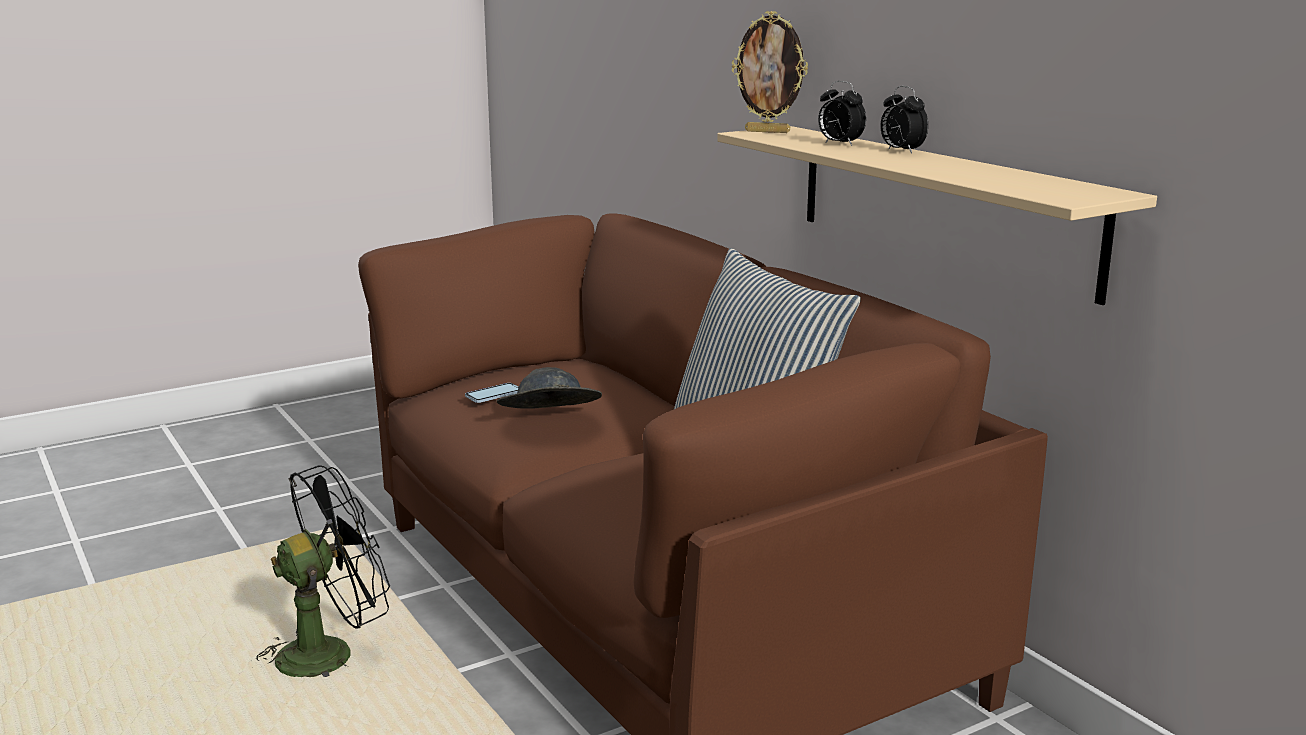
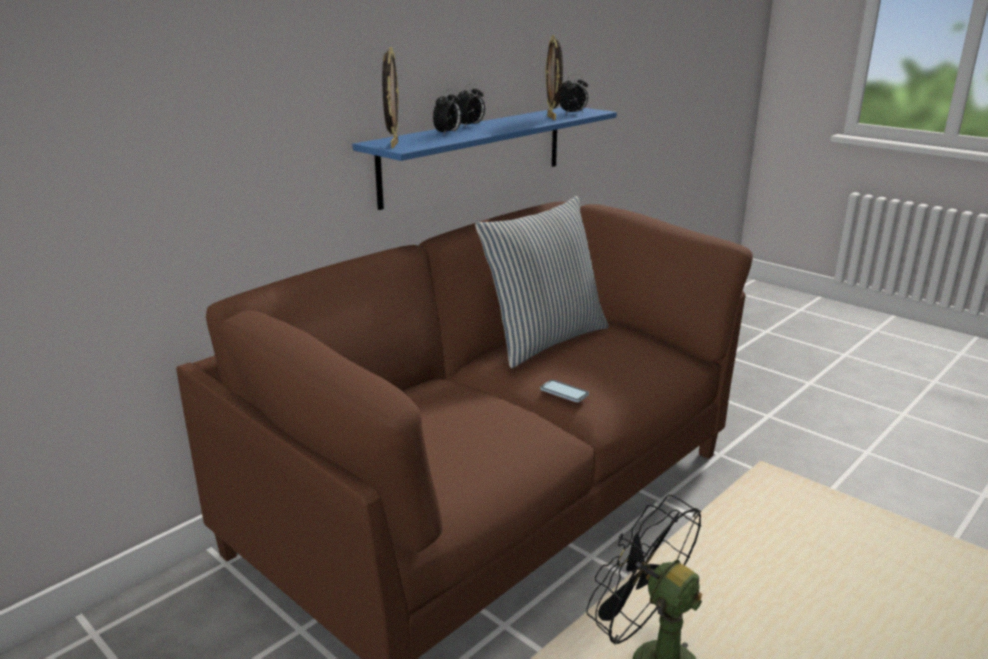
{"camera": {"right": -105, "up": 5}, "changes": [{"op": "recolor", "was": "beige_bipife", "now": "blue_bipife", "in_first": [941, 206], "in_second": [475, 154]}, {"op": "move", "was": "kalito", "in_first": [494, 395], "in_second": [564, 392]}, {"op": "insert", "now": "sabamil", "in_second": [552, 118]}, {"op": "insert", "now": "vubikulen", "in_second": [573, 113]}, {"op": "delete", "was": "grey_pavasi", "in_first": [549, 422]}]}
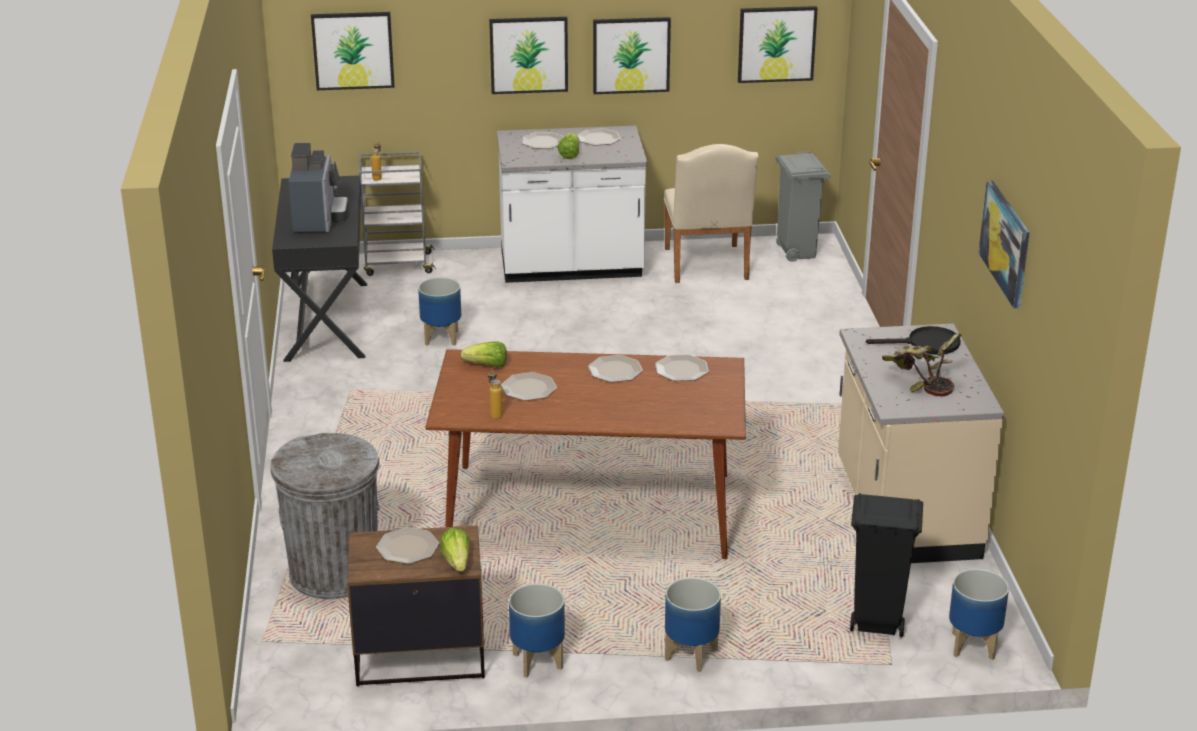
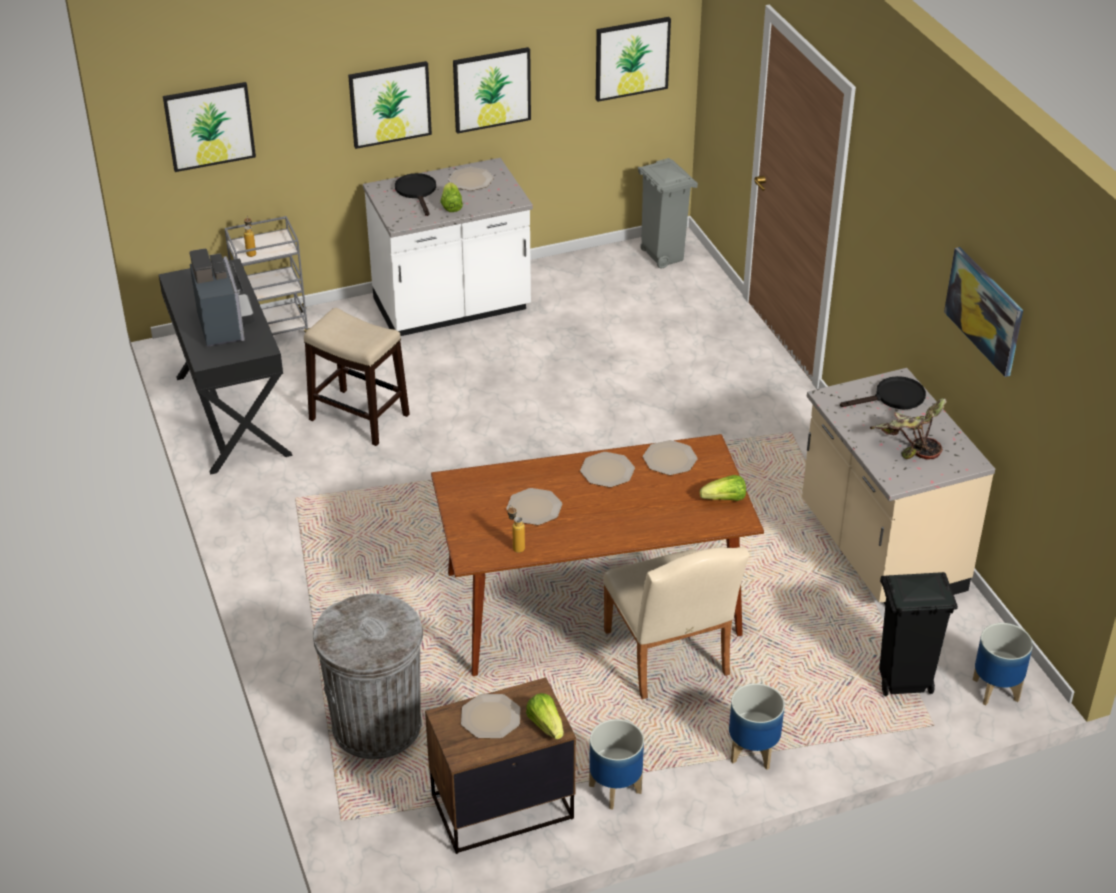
{"camera": {"right": -15, "up": 10}, "changes": [{"op": "replace", "was": "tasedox", "now": "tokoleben", "in_first": [442, 338], "in_second": [360, 417]}, {"op": "replace", "was": "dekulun", "now": "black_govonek", "in_first": [543, 141], "in_second": [417, 192]}, {"op": "move", "was": "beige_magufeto", "in_first": [707, 267], "in_second": [669, 659]}, {"op": "move", "was": "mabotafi", "in_first": [487, 366], "in_second": [725, 499]}]}
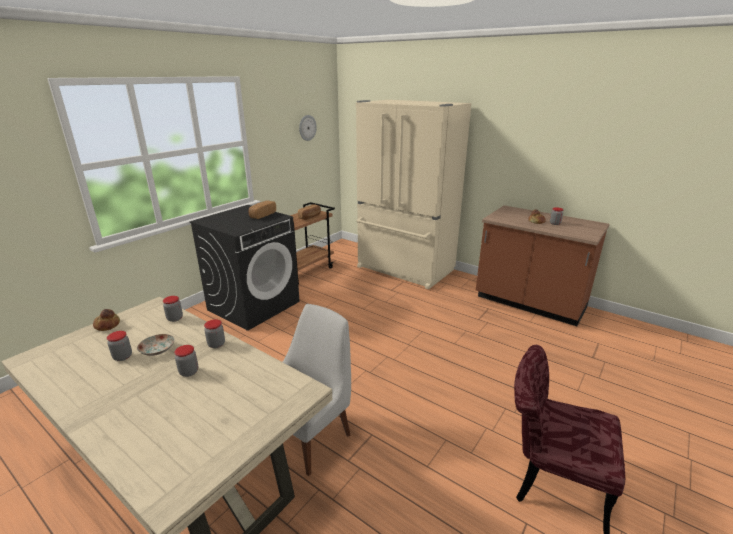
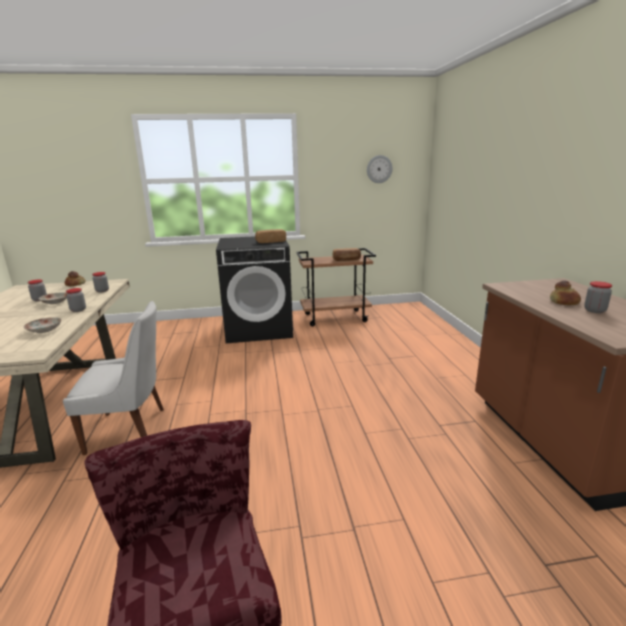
{"camera": {"right": 45, "up": -5}, "changes": [{"op": "insert", "now": "dekulun", "in_second": [45, 330]}, {"op": "delete", "was": "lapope", "in_first": [189, 372]}, {"op": "delete", "was": "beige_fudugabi", "in_first": [404, 269]}]}
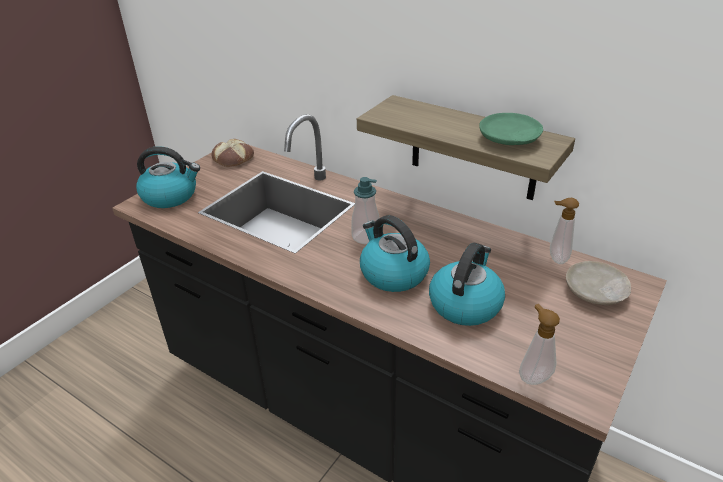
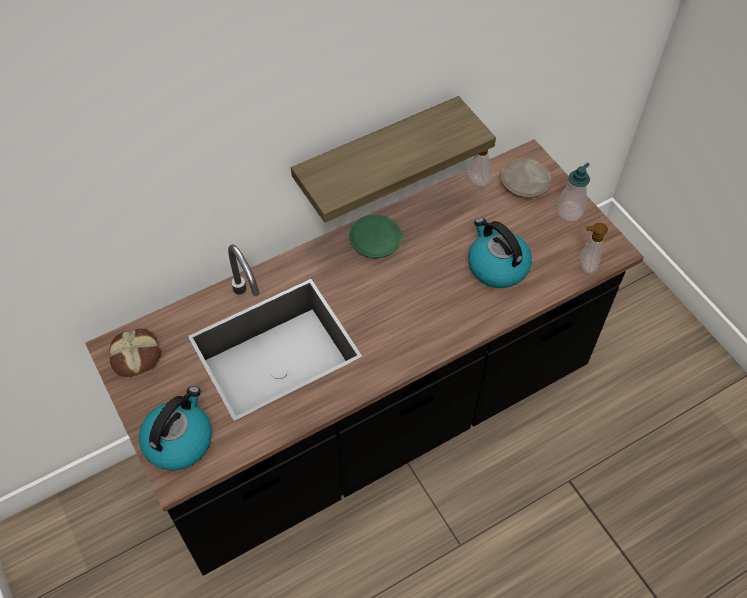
{"camera": {"right": -65, "up": 20}, "changes": [{"op": "move", "was": "green_dekulun", "in_first": [509, 139], "in_second": [376, 242]}, {"op": "move", "was": "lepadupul", "in_first": [366, 236], "in_second": [569, 211]}, {"op": "delete", "was": "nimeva", "in_first": [393, 273]}]}
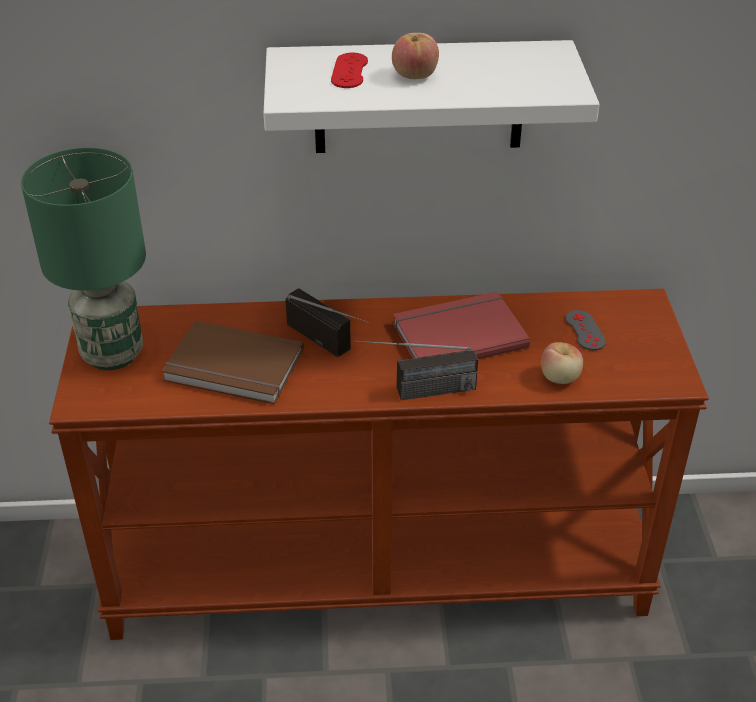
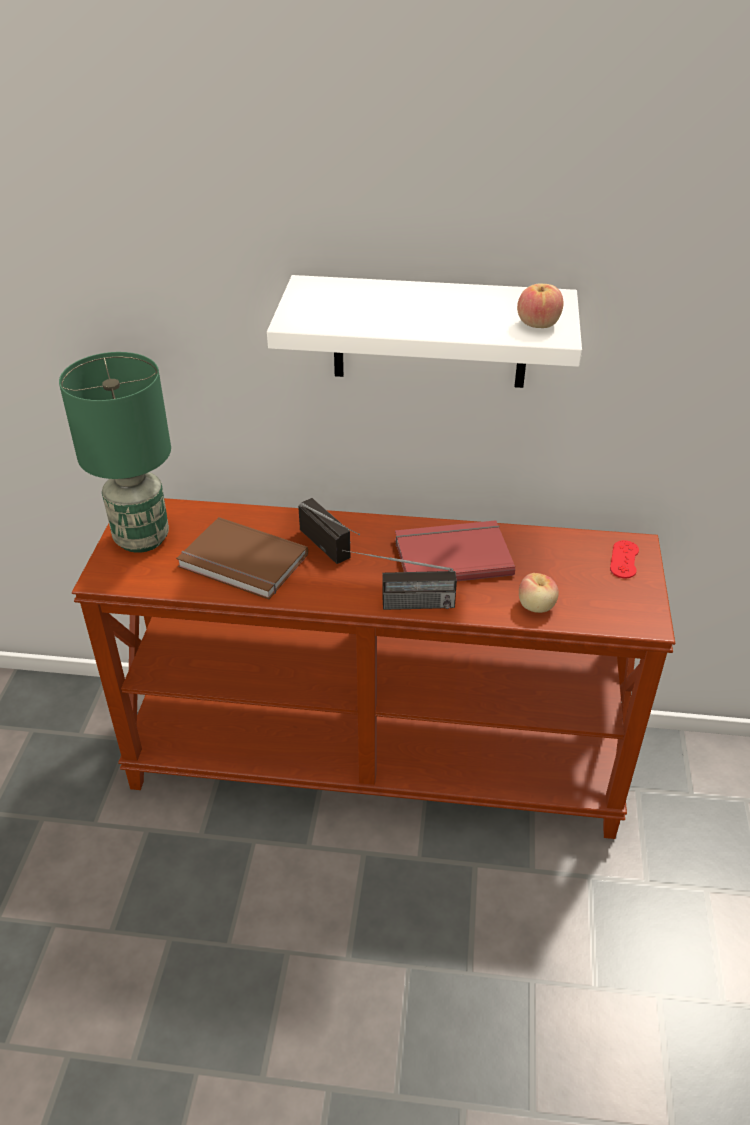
{"camera": {"right": 10, "up": 0}, "changes": [{"op": "move", "was": "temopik", "in_first": [414, 75], "in_second": [537, 324]}, {"op": "move", "was": "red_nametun", "in_first": [349, 71], "in_second": [624, 559]}, {"op": "delete", "was": "grey_nametun", "in_first": [585, 330]}]}
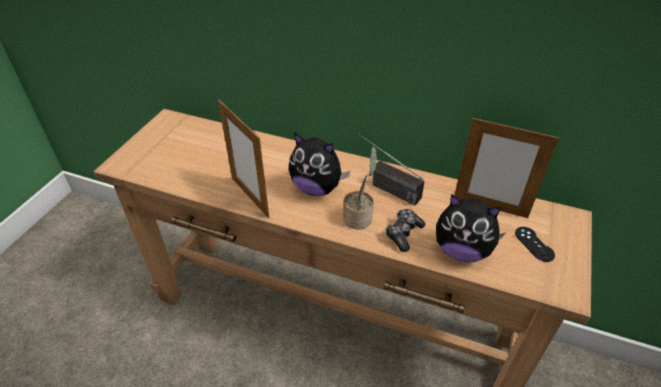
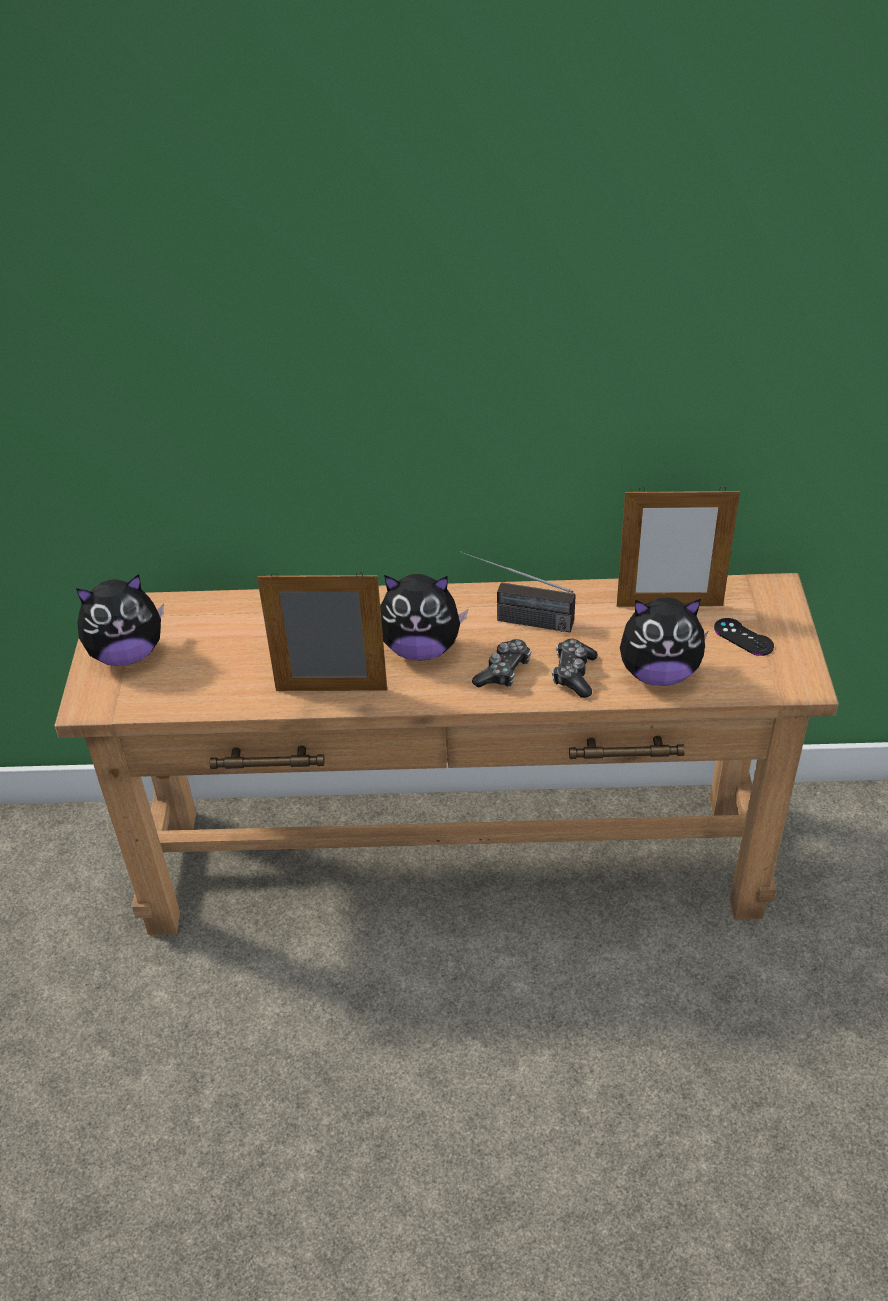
{"camera": {"right": -20, "up": 0}, "changes": [{"op": "insert", "now": "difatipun", "in_second": [127, 654]}, {"op": "rotate", "was": "sabamil", "in_first": [250, 197], "in_second": [331, 690], "clockwise": 150}, {"op": "replace", "was": "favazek", "now": "nametun", "in_first": [359, 217], "in_second": [503, 671]}]}
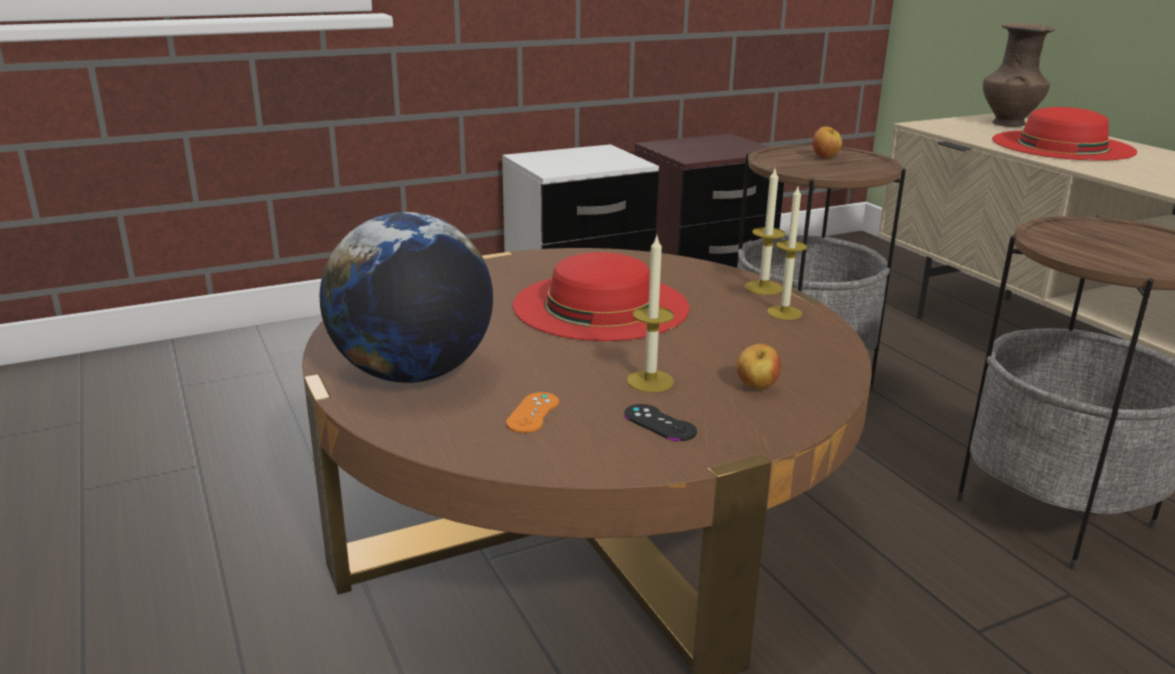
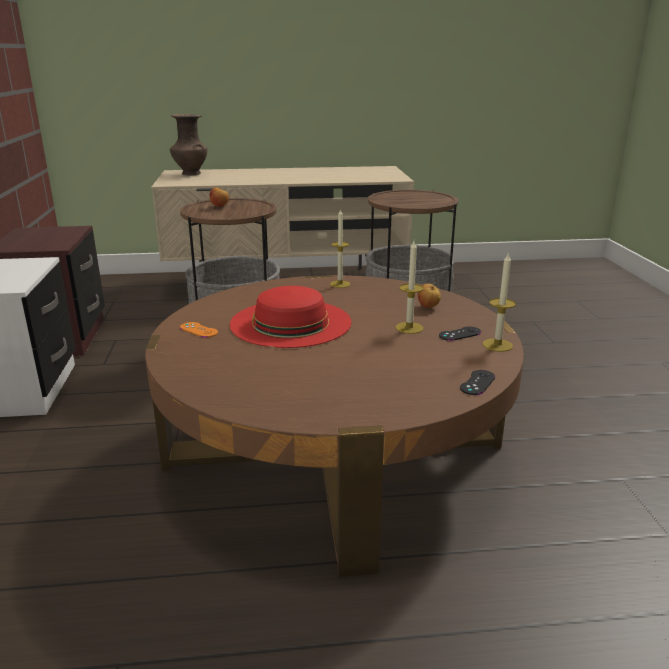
{"camera": {"right": -70, "up": 0}, "changes": [{"op": "move", "was": "orange_nametun", "in_first": [533, 413], "in_second": [199, 330]}, {"op": "insert", "now": "black_nametun", "in_second": [477, 382]}, {"op": "move", "was": "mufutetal", "in_first": [763, 287], "in_second": [497, 345]}, {"op": "delete", "was": "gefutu", "in_first": [412, 374]}, {"op": "delete", "was": "red_pavasi", "in_first": [1062, 145]}]}
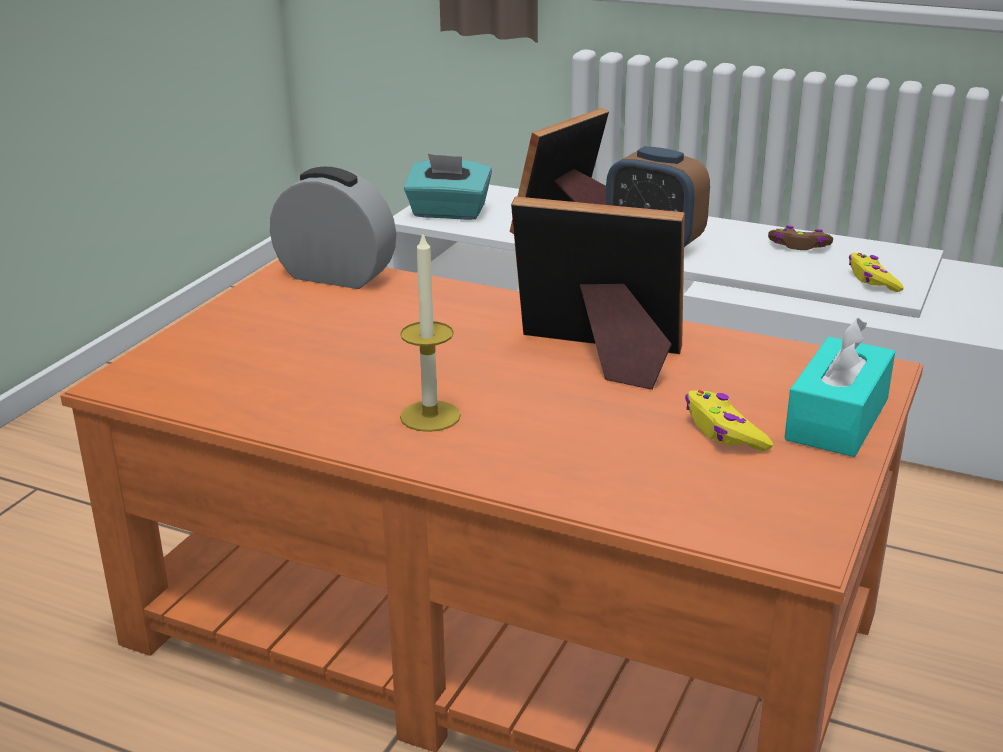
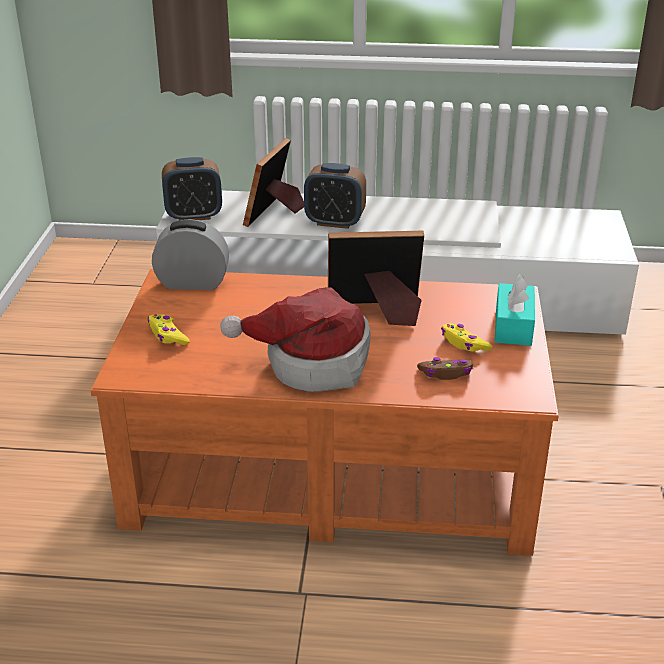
{"camera": {"right": -20, "up": 5}, "changes": [{"op": "move", "was": "yellow_nametun", "in_first": [872, 280], "in_second": [167, 335]}, {"op": "replace", "was": "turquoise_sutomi", "now": "vubikulen", "in_first": [448, 213], "in_second": [194, 216]}, {"op": "replace", "was": "mufutetal", "now": "pavasi", "in_first": [430, 416], "in_second": [312, 363]}, {"op": "move", "was": "brown_nametun", "in_first": [799, 246], "in_second": [446, 373]}]}
